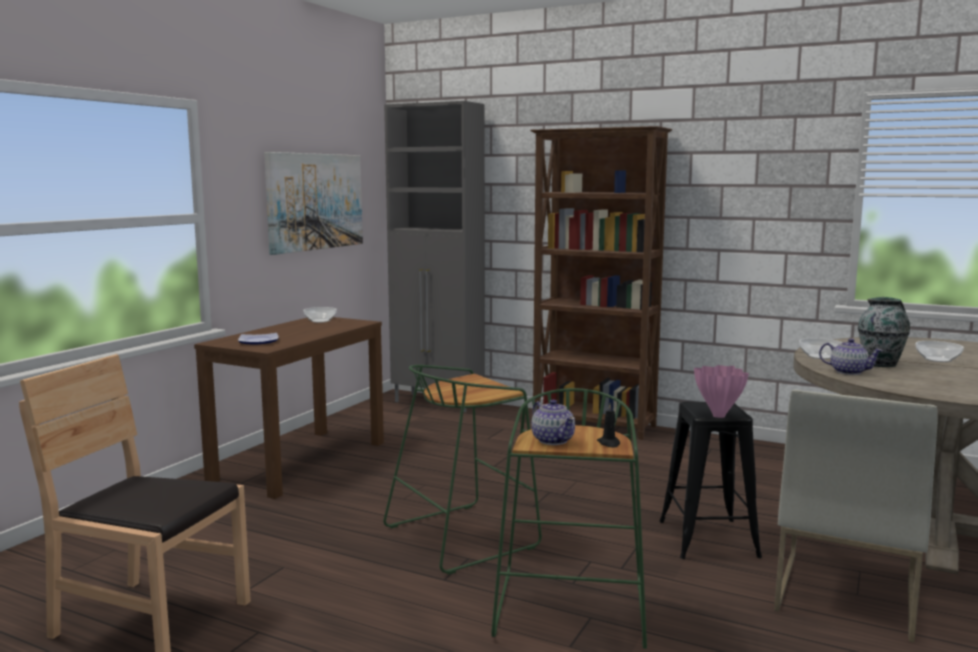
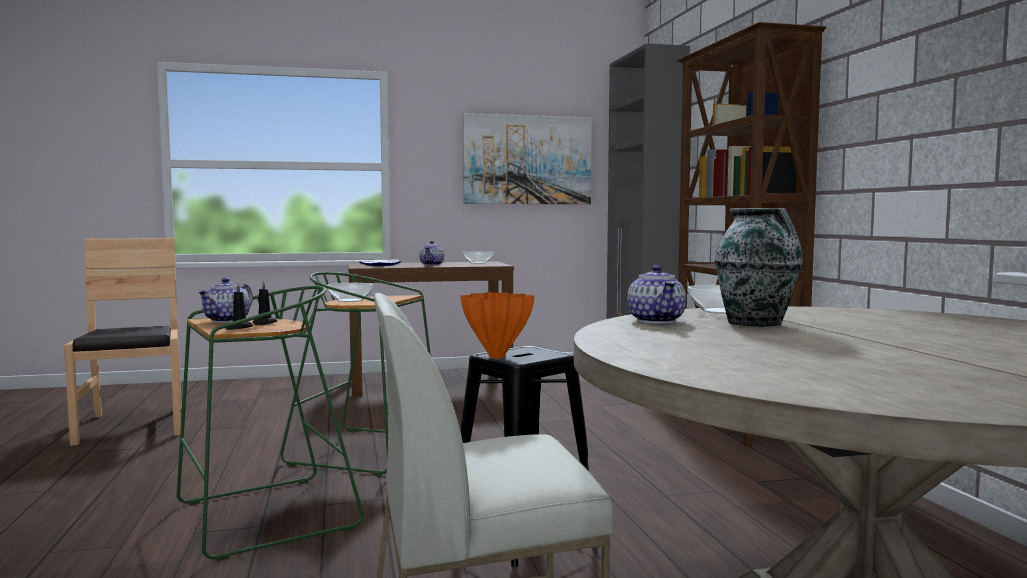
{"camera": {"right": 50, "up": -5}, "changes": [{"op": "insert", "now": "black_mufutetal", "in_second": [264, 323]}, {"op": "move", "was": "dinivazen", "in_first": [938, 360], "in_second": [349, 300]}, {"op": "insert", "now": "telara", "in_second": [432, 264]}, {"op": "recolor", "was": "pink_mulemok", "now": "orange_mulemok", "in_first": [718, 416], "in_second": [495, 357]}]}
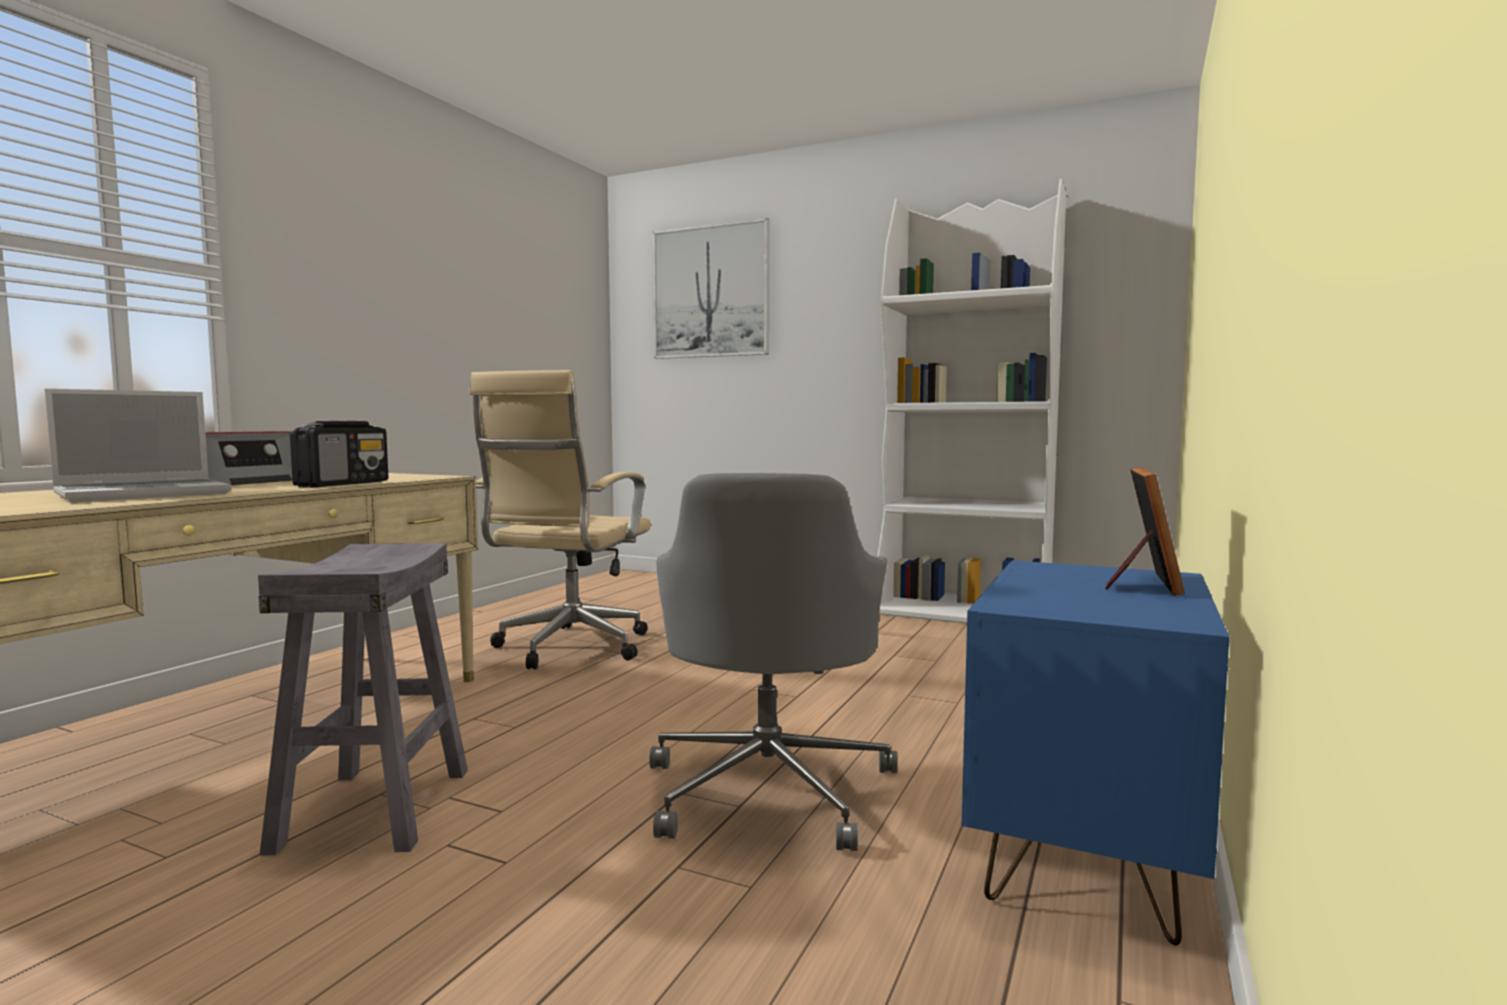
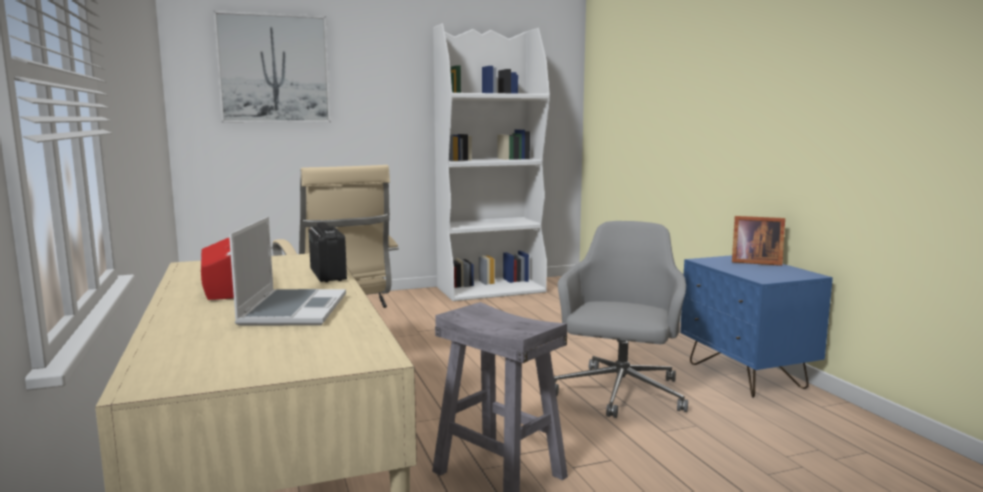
{"camera": {"right": -45, "up": 5}, "changes": [{"op": "rotate", "was": "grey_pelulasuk", "in_first": [769, 788], "in_second": [619, 394], "clockwise": -120}, {"op": "rotate", "was": "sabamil", "in_first": [1142, 584], "in_second": [754, 262], "clockwise": 135}]}
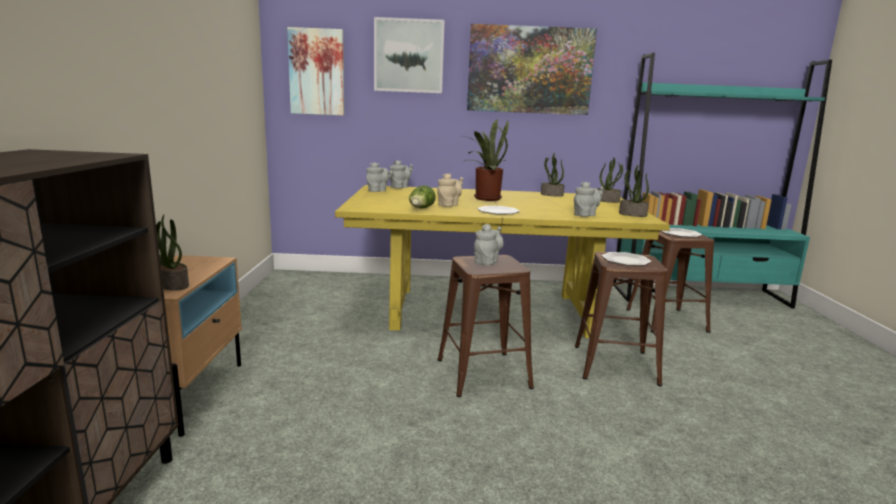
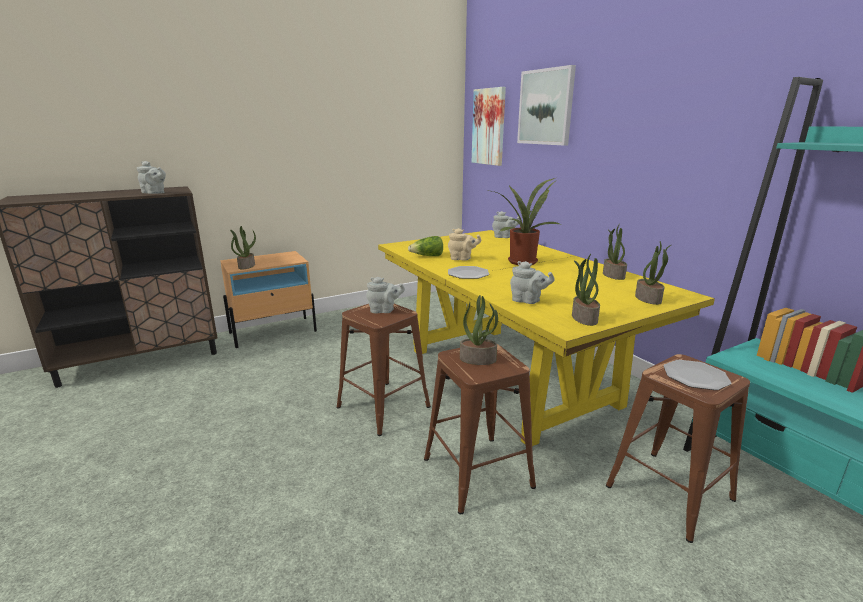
{"camera": {"right": 60, "up": 5}, "changes": [{"op": "move", "was": "grey_telara", "in_first": [378, 191], "in_second": [154, 193]}, {"op": "replace", "was": "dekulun", "now": "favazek", "in_first": [625, 260], "in_second": [478, 359]}, {"op": "delete", "was": "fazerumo", "in_first": [530, 70]}]}
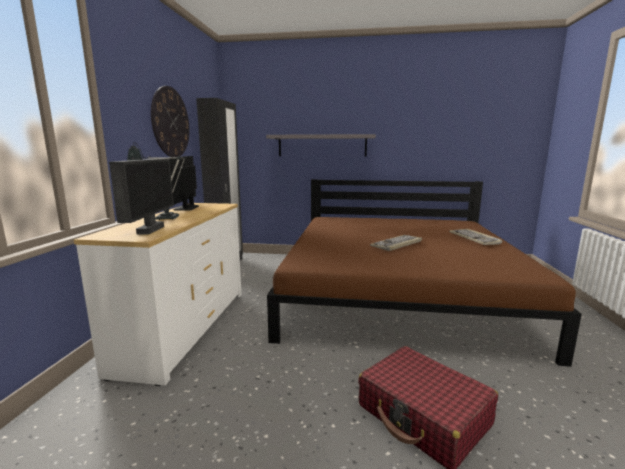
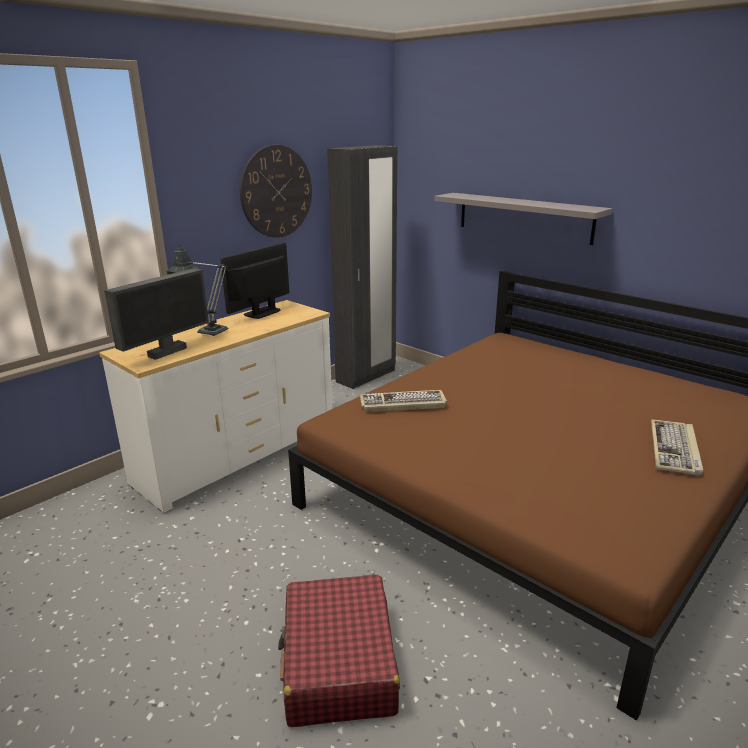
{"camera": {"right": 35, "up": 10}, "changes": [{"op": "move", "was": "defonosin", "in_first": [397, 244], "in_second": [402, 404]}]}
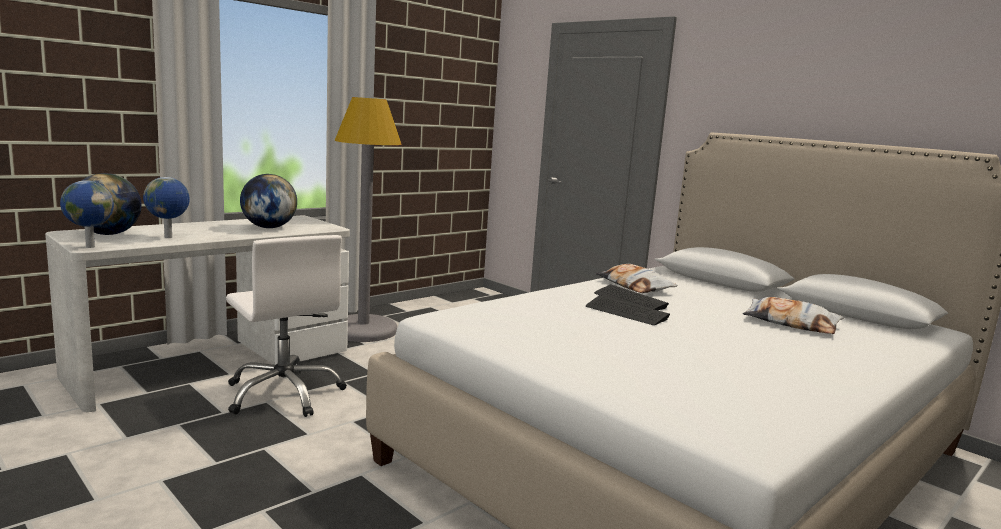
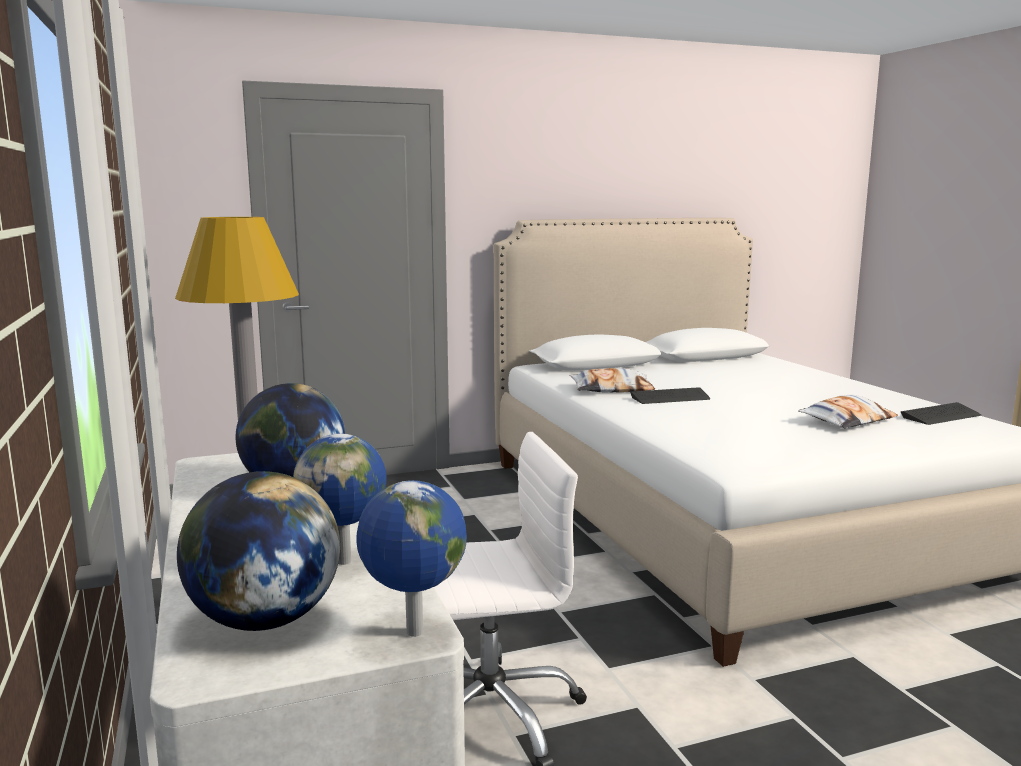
{"camera": {"right": -65, "up": 0}, "changes": [{"op": "move", "was": "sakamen", "in_first": [791, 323], "in_second": [847, 421]}, {"op": "move", "was": "defonosin", "in_first": [626, 312], "in_second": [941, 416]}]}
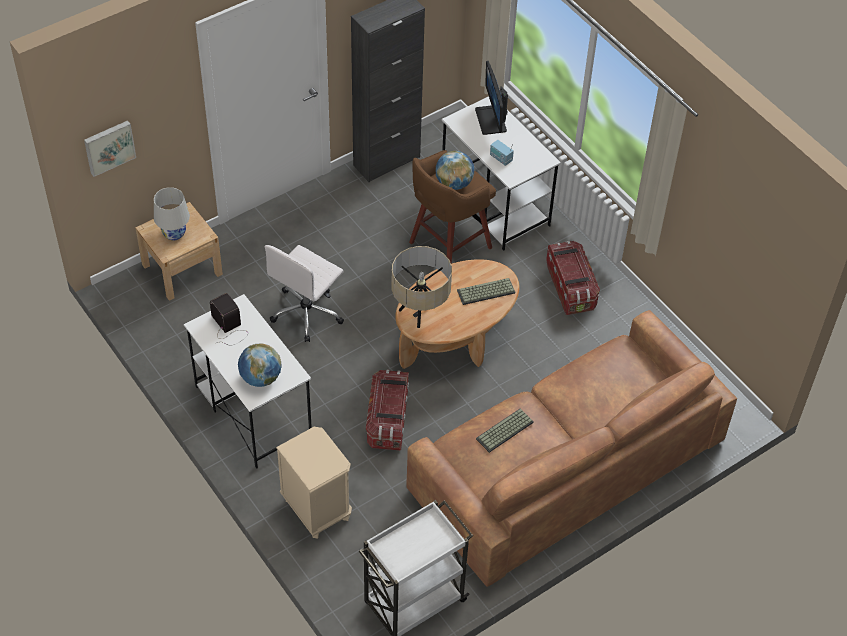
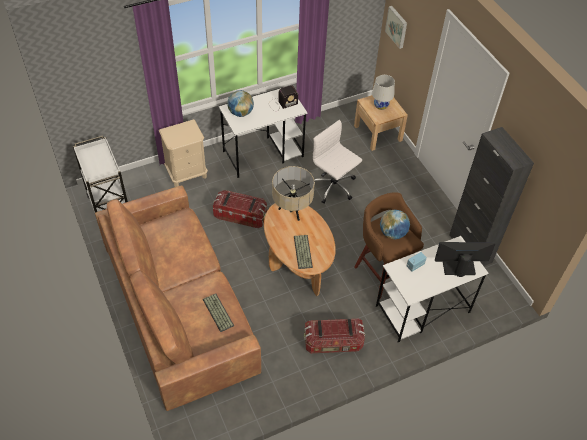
{"camera": {"right": 100, "up": 0}, "changes": [{"op": "move", "was": "defonosin", "in_first": [505, 431], "in_second": [217, 312]}]}
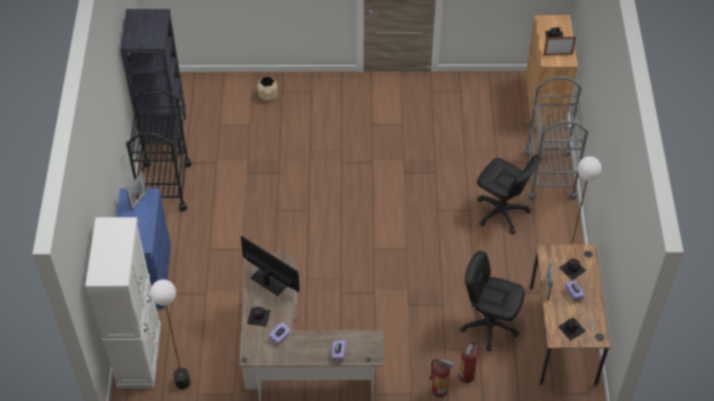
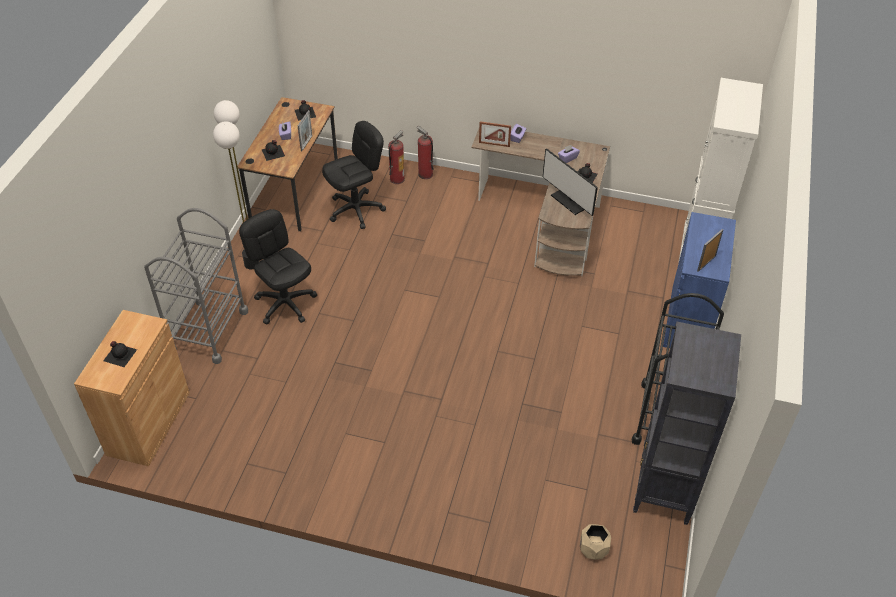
{"camera": {"right": -165, "up": -5}, "changes": [{"op": "move", "was": "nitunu", "in_first": [182, 382], "in_second": [252, 263]}, {"op": "rotate", "was": "black_pelulasuk", "in_first": [489, 325], "in_second": [356, 210], "clockwise": -75}, {"op": "move", "was": "sabamil", "in_first": [558, 54], "in_second": [494, 144]}, {"op": "move", "was": "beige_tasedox", "in_first": [268, 95], "in_second": [593, 549]}]}
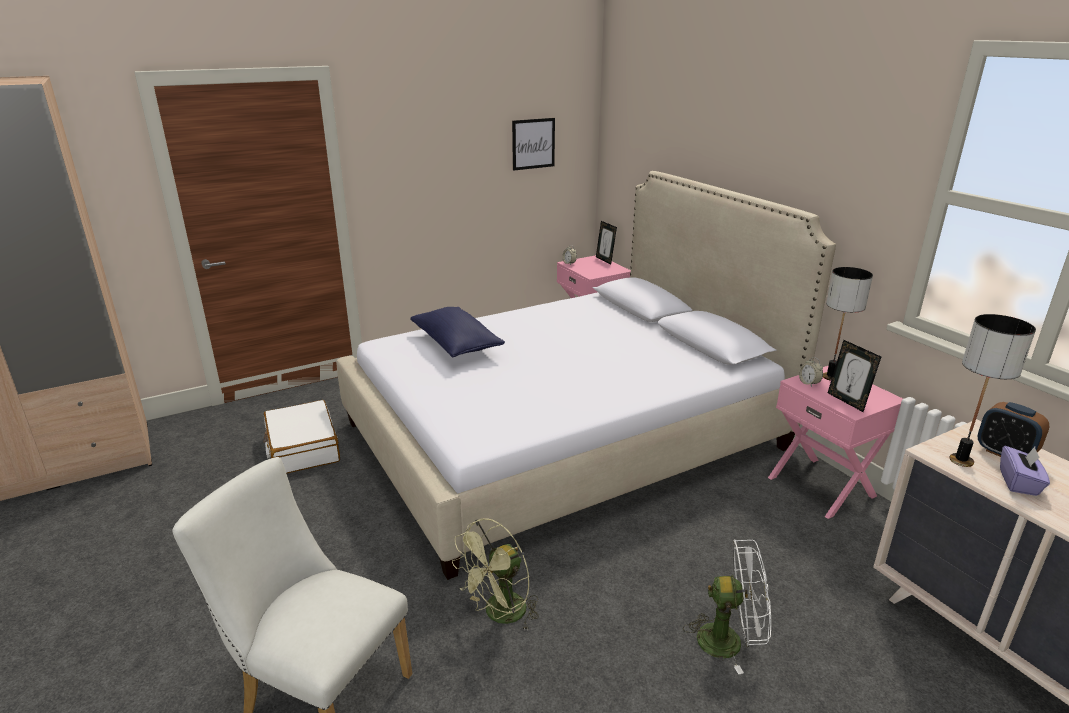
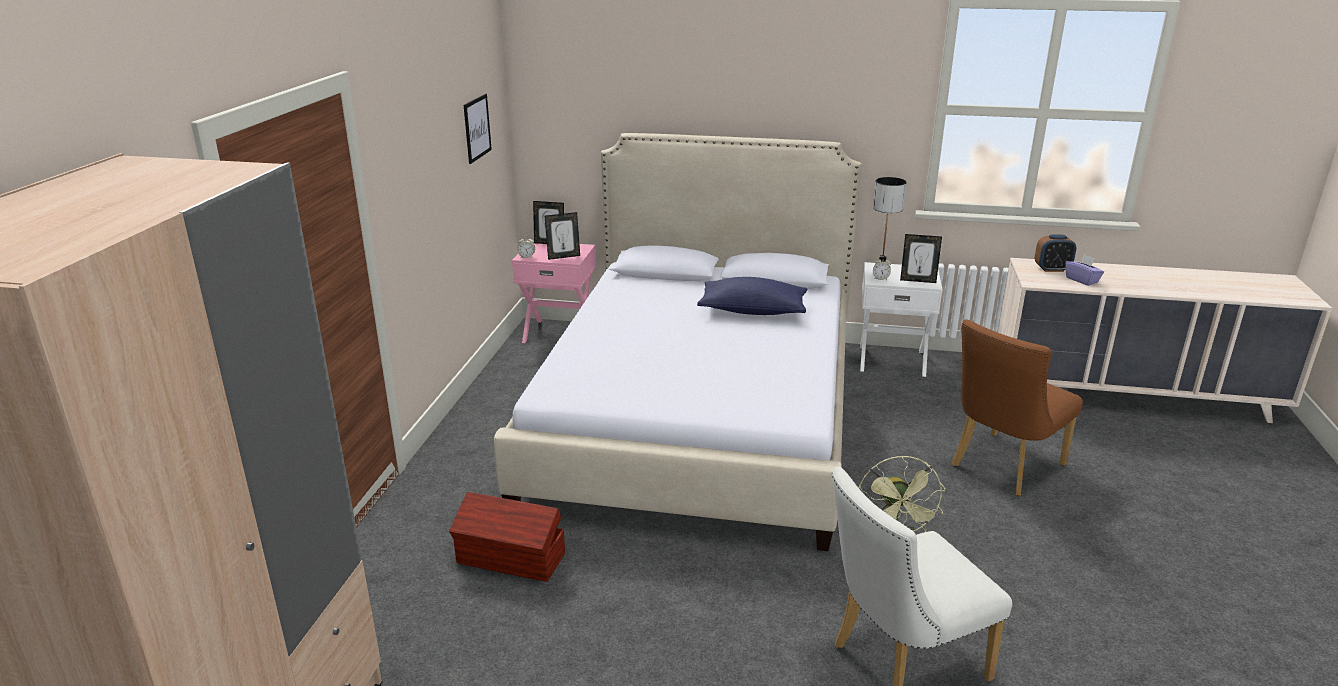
{"camera": {"right": -50, "up": 0}, "changes": [{"op": "replace", "was": "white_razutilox", "now": "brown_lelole", "in_first": [302, 448], "in_second": [511, 559]}, {"op": "insert", "now": "sabamil", "in_second": [563, 256]}, {"op": "move", "was": "blue_sakamen", "in_first": [456, 344], "in_second": [752, 311]}, {"op": "recolor", "was": "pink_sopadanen", "now": "white_sopadanen", "in_first": [822, 486], "in_second": [892, 360]}, {"op": "replace", "was": "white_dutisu", "now": "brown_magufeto", "in_first": [729, 640], "in_second": [1002, 468]}, {"op": "delete", "was": "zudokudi", "in_first": [961, 460]}]}
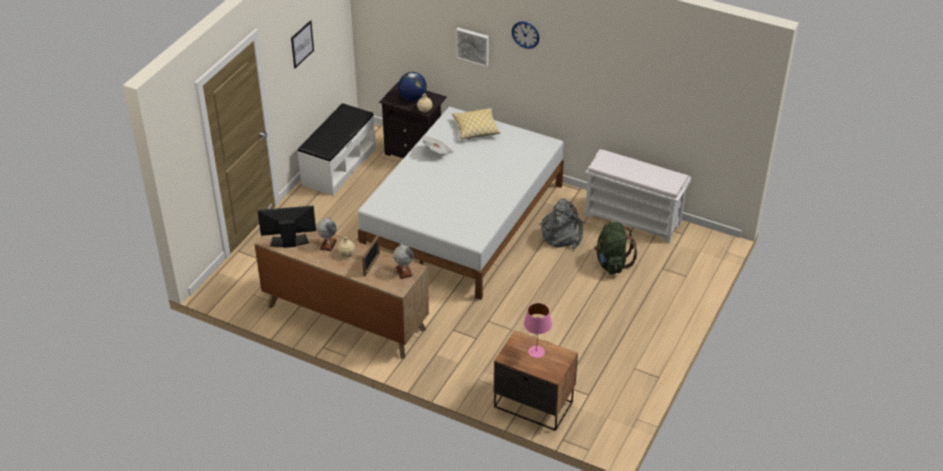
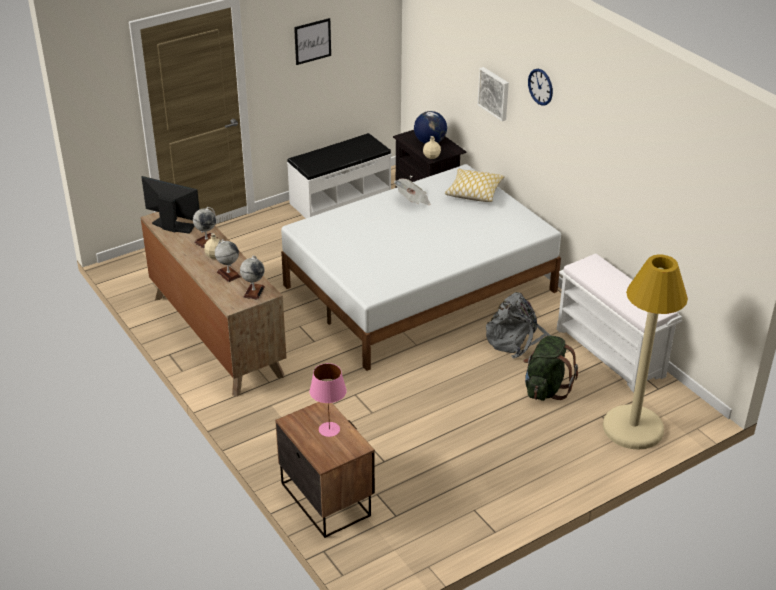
{"camera": {"right": 30, "up": -5}, "changes": [{"op": "replace", "was": "sabamil", "now": "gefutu", "in_first": [371, 265], "in_second": [228, 274]}, {"op": "insert", "now": "beige_nitunu", "in_second": [633, 428]}]}
